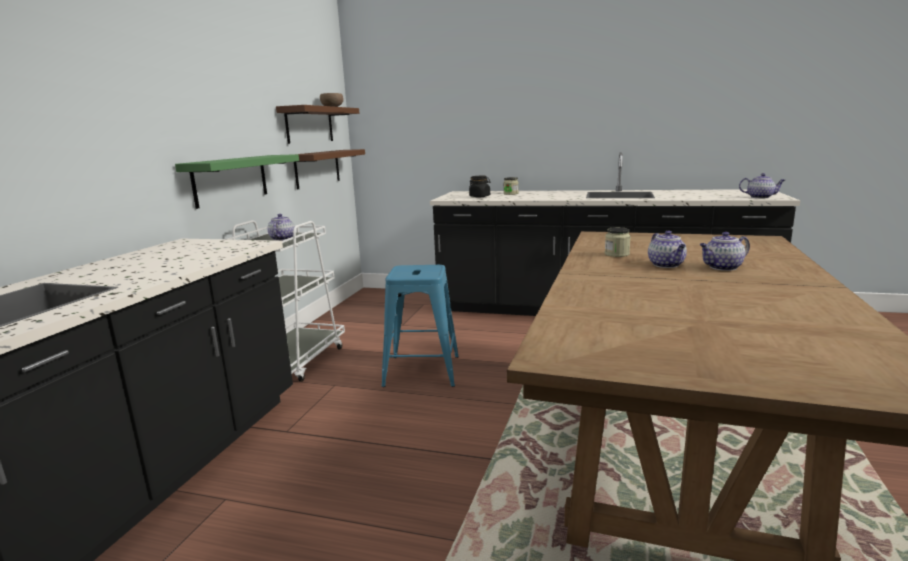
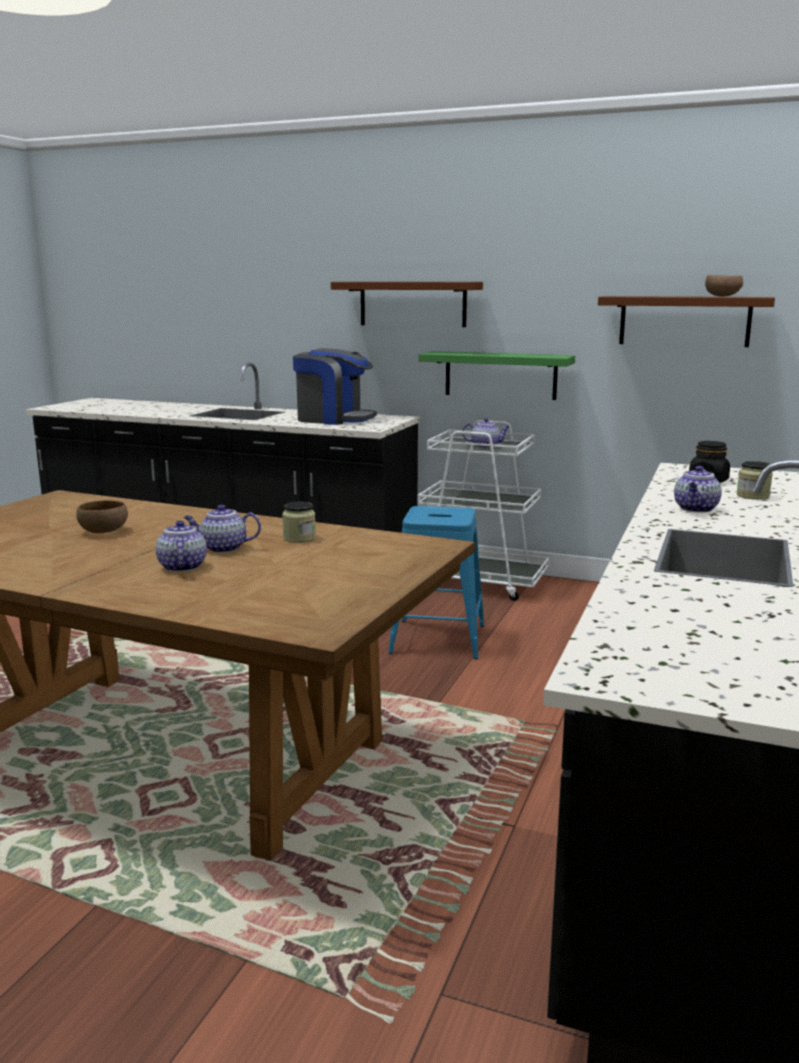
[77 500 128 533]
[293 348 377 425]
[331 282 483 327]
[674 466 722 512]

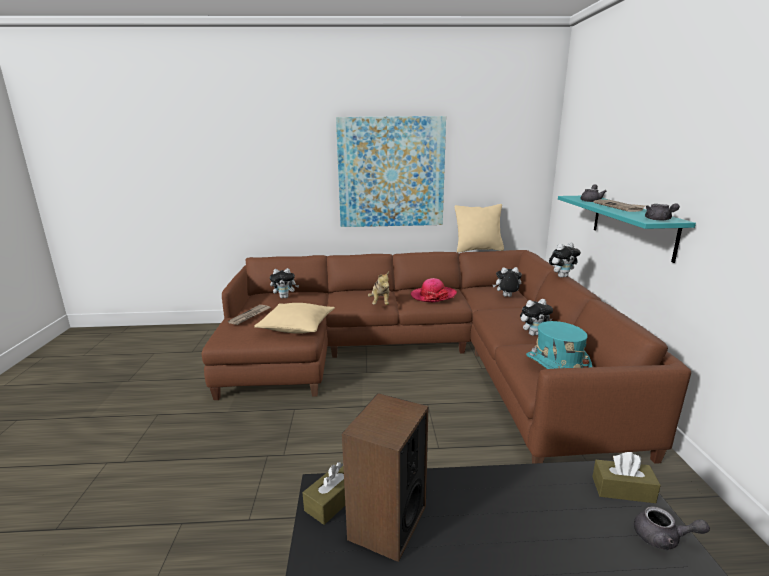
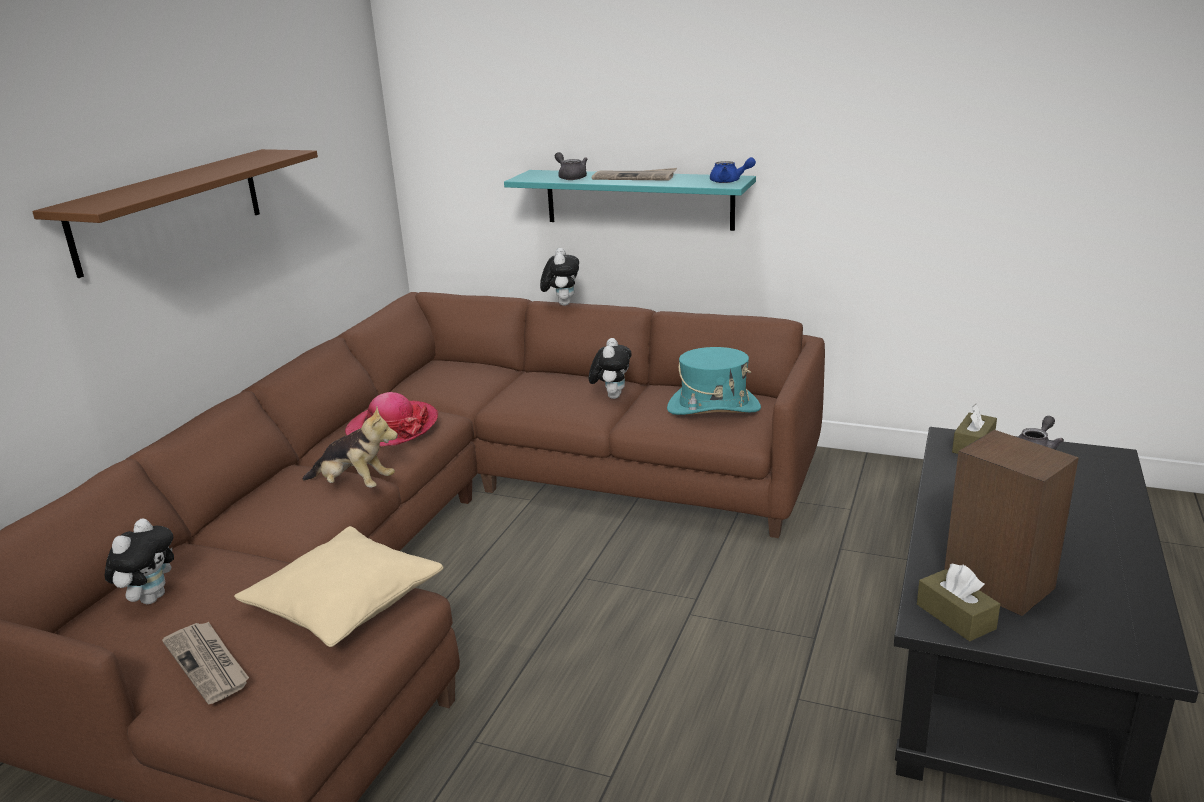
[32 149 318 278]
[710 157 756 183]
[454 204 504 252] (first image)
[493 267 522 297] (first image)

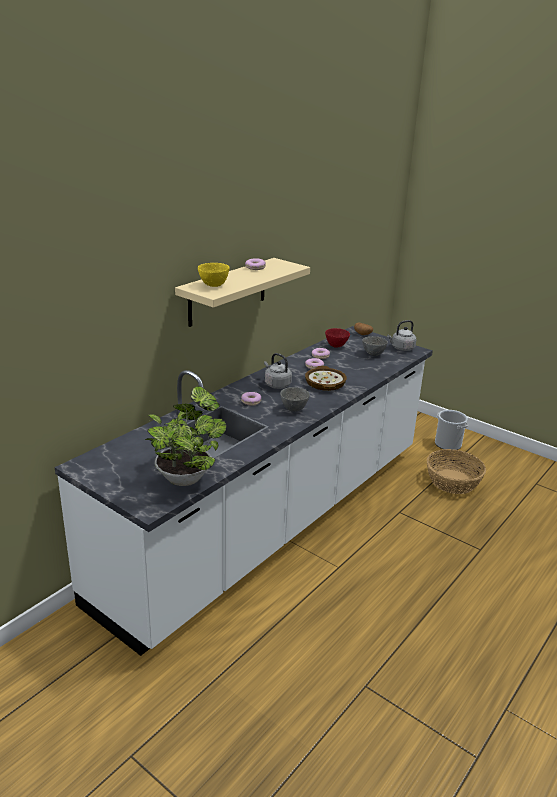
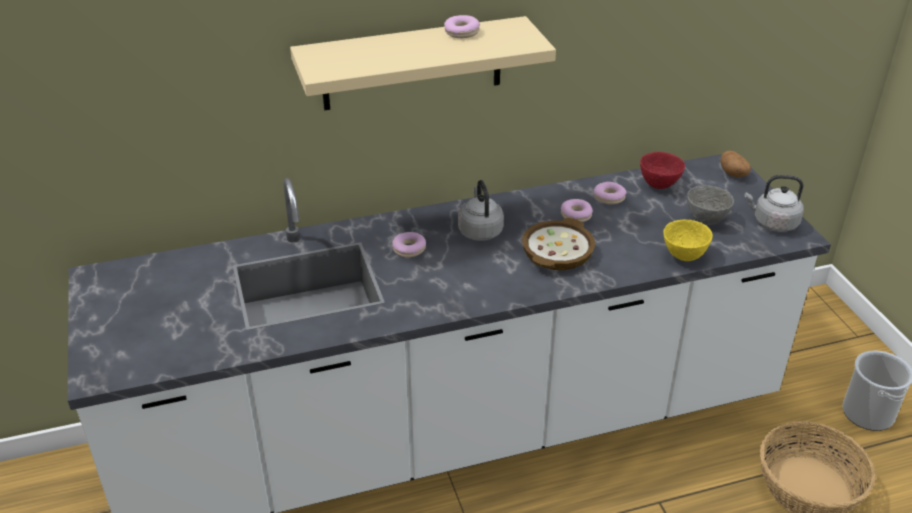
[664 219 713 261]
[145 386 226 486] (first image)
[280 387 310 412] (first image)

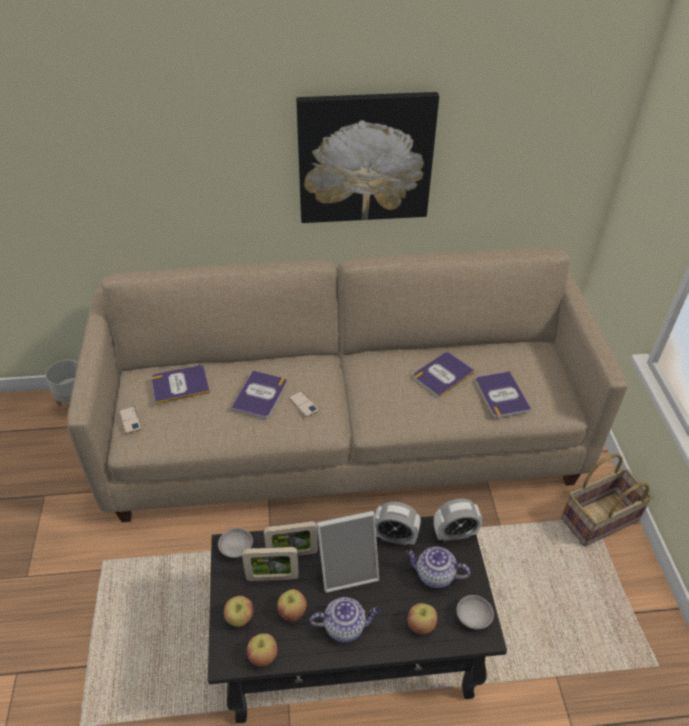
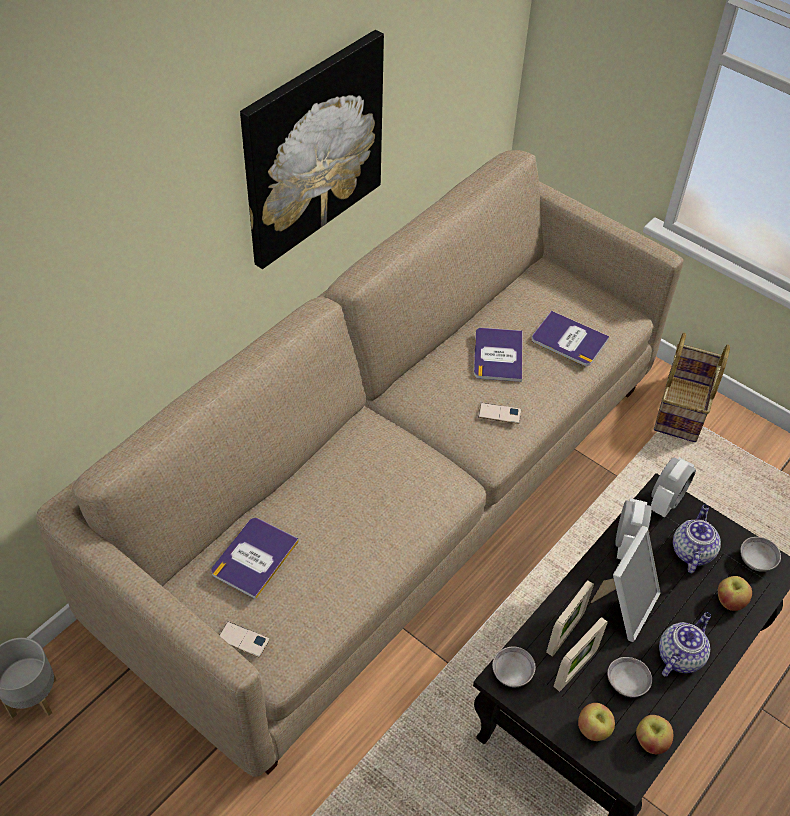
[478 403 521 424]
[607 657 652 698]
[615 498 652 560]
[673 504 721 573]
[231 370 287 419] (first image)

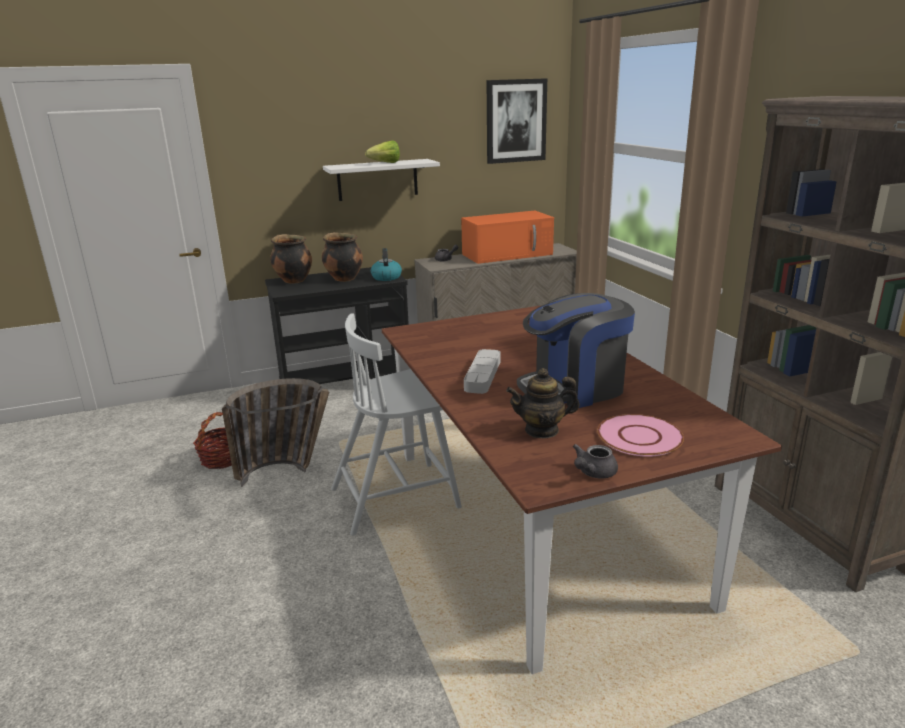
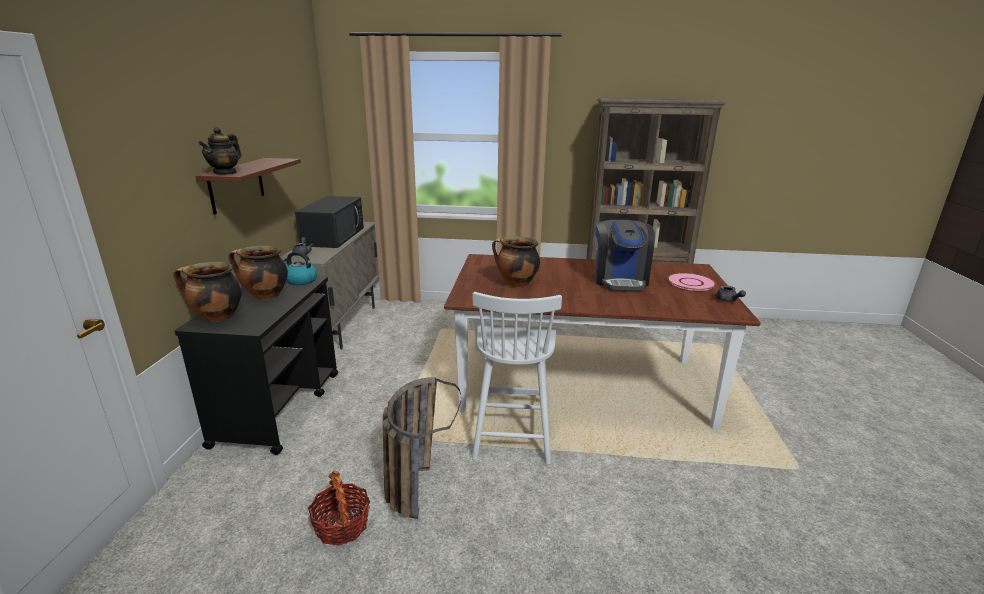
[195 158 301 215]
[198 127 241 175]
[295 196 364 248]
[492 236 540 287]
[365 140 400 163] (first image)
[464 349 500 394] (first image)
[487 78 547 164] (first image)

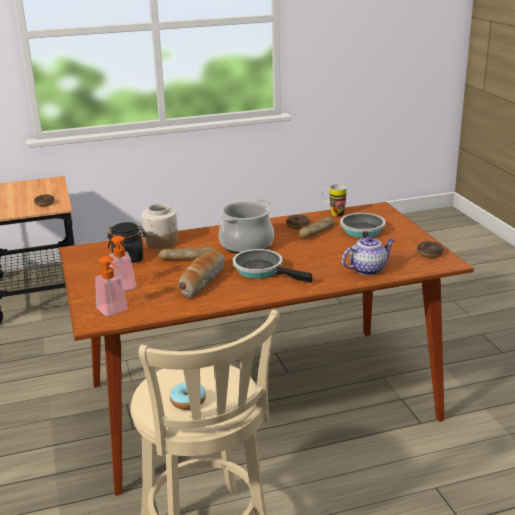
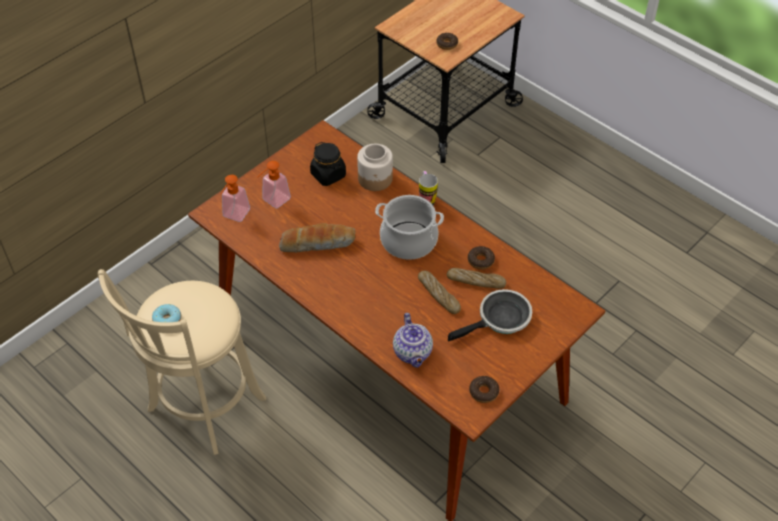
[393 313 433 368]
[418 271 461 314]
[419 171 438 205]
[233 249 312 283] (first image)

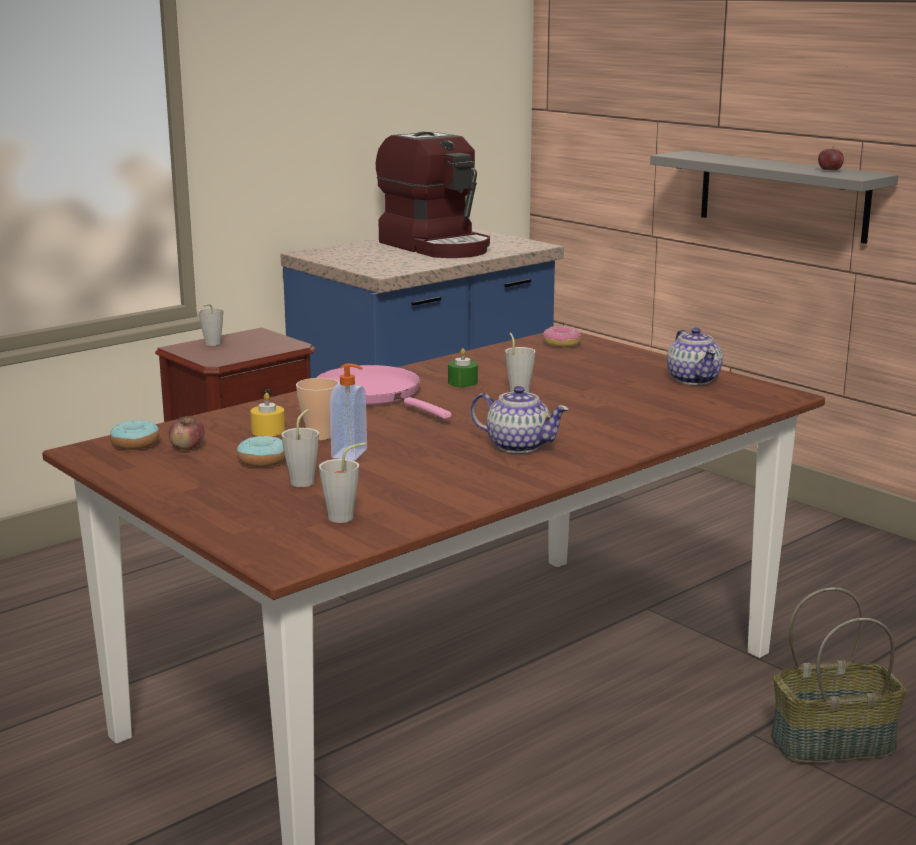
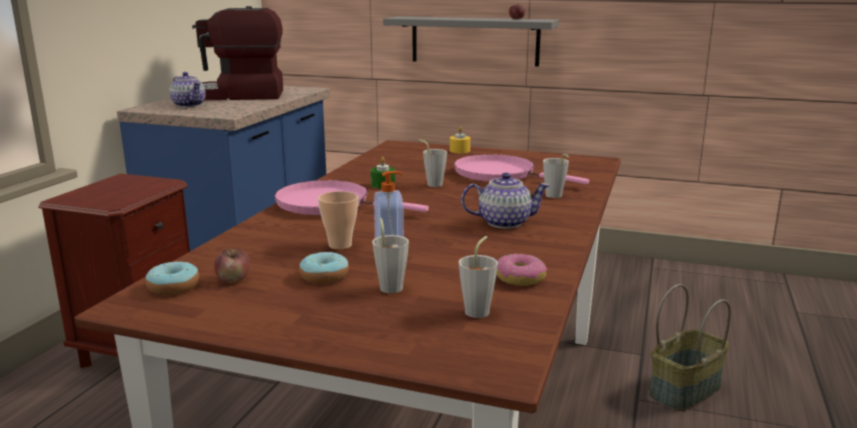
[169 72 206 107]
[192 6 283 100]
[450 127 470 153]
[454 154 589 184]
[497 254 547 286]
[543 154 569 198]

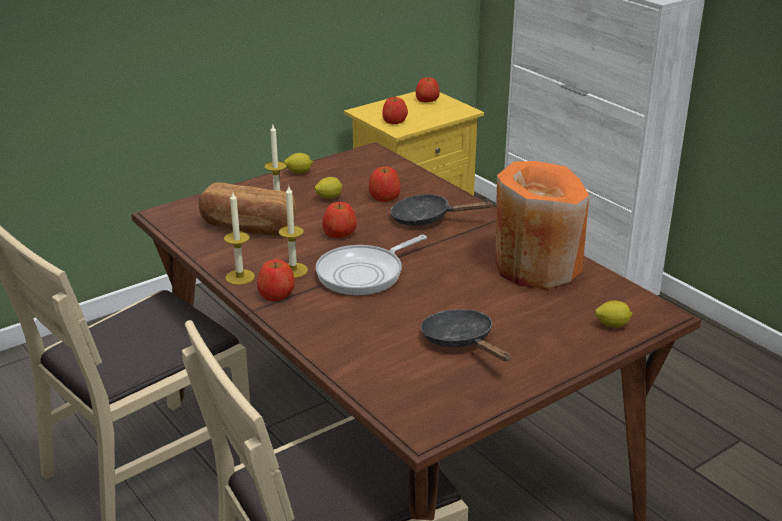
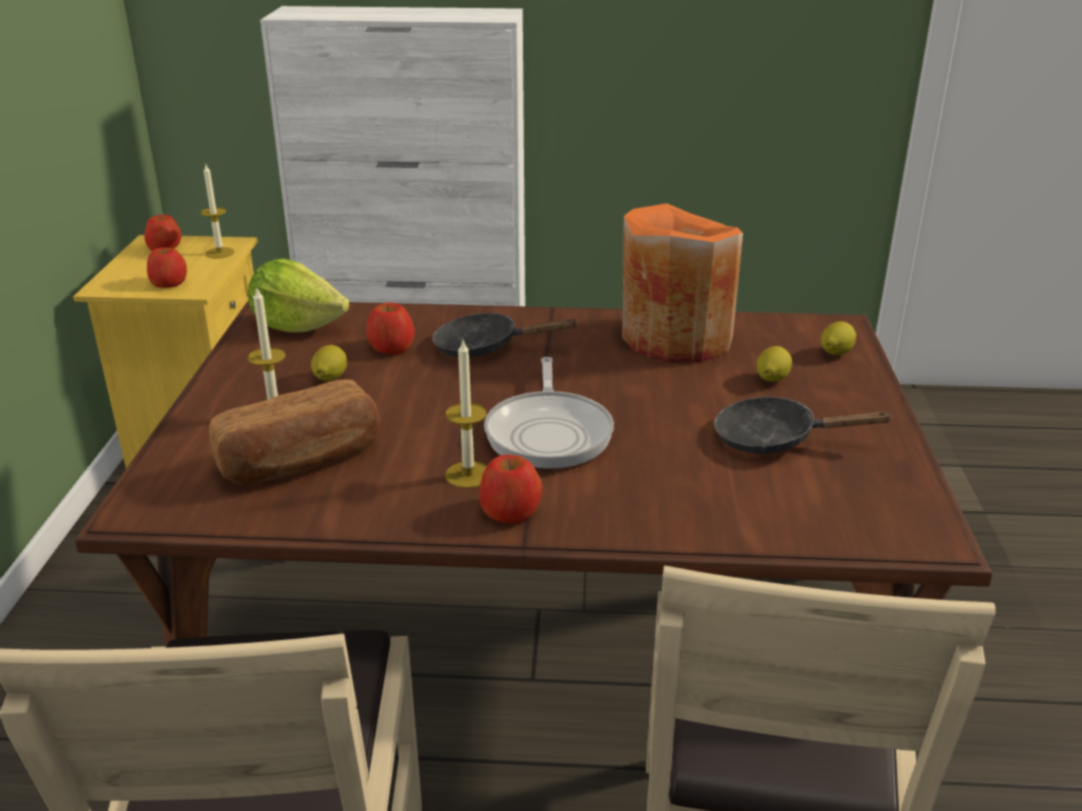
[201 165 234 258]
[248 258 349 333]
[432 313 578 357]
[756 346 792 382]
[323 202 357 238] (first image)

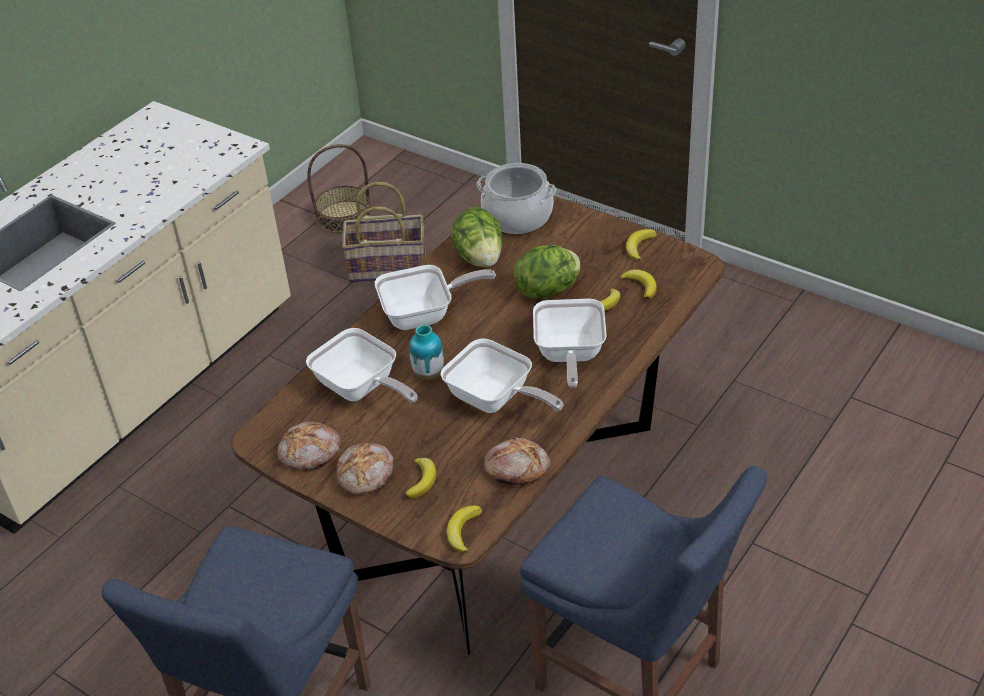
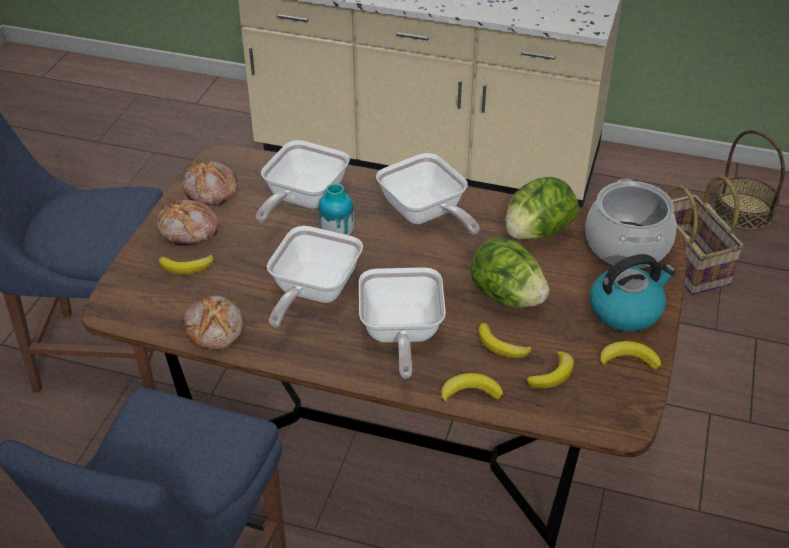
[359 267 446 379]
[441 373 503 403]
[590 254 676 332]

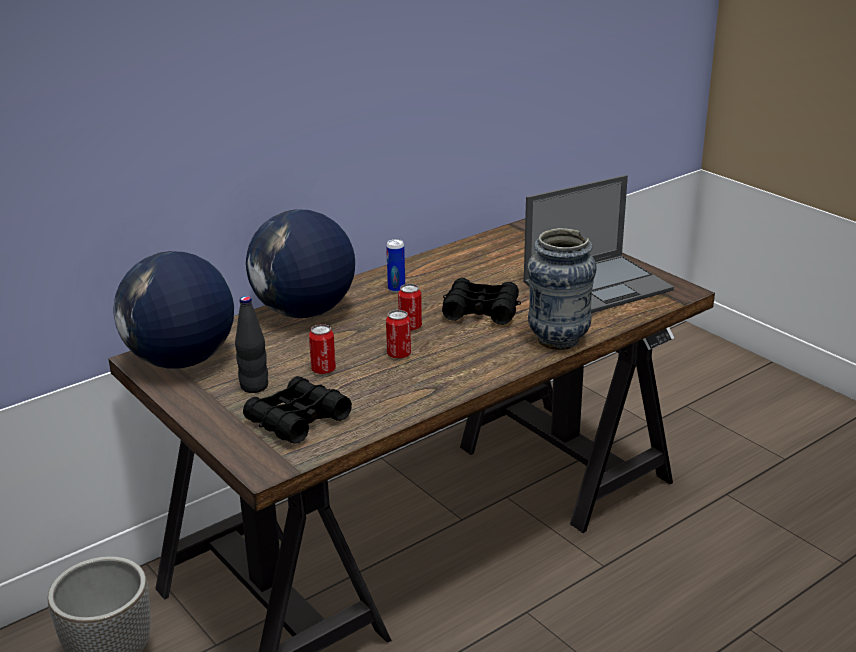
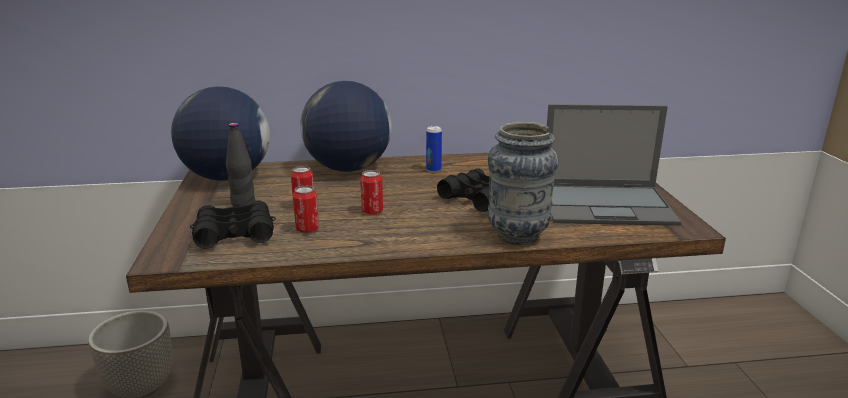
[293 186 319 233]

